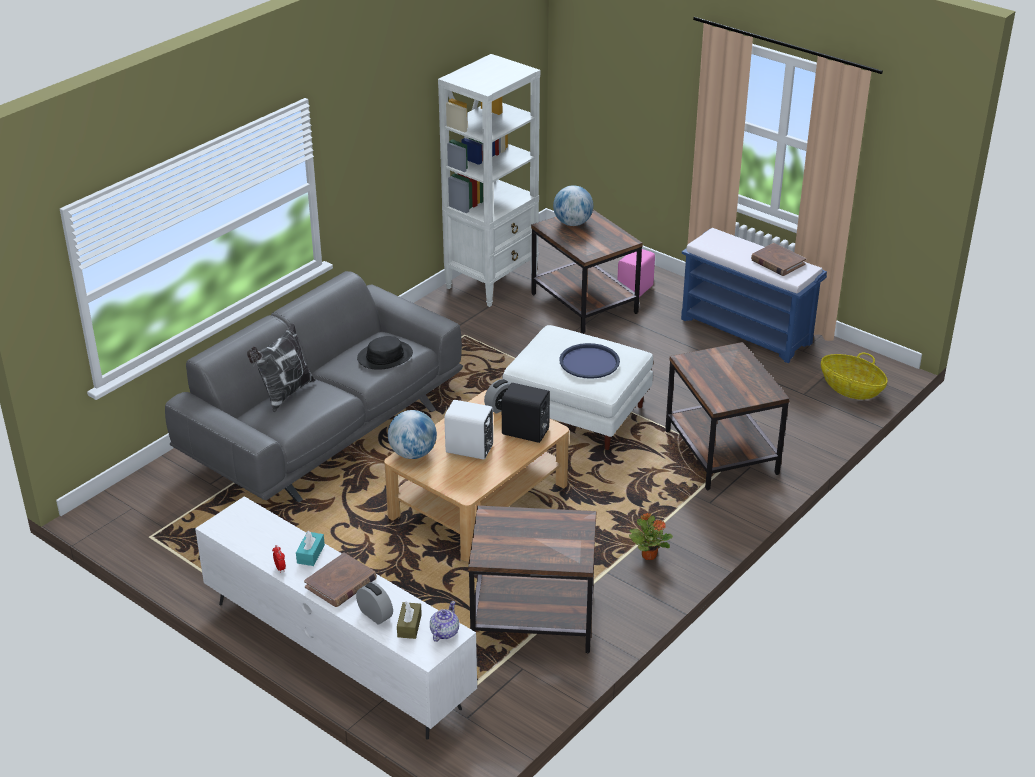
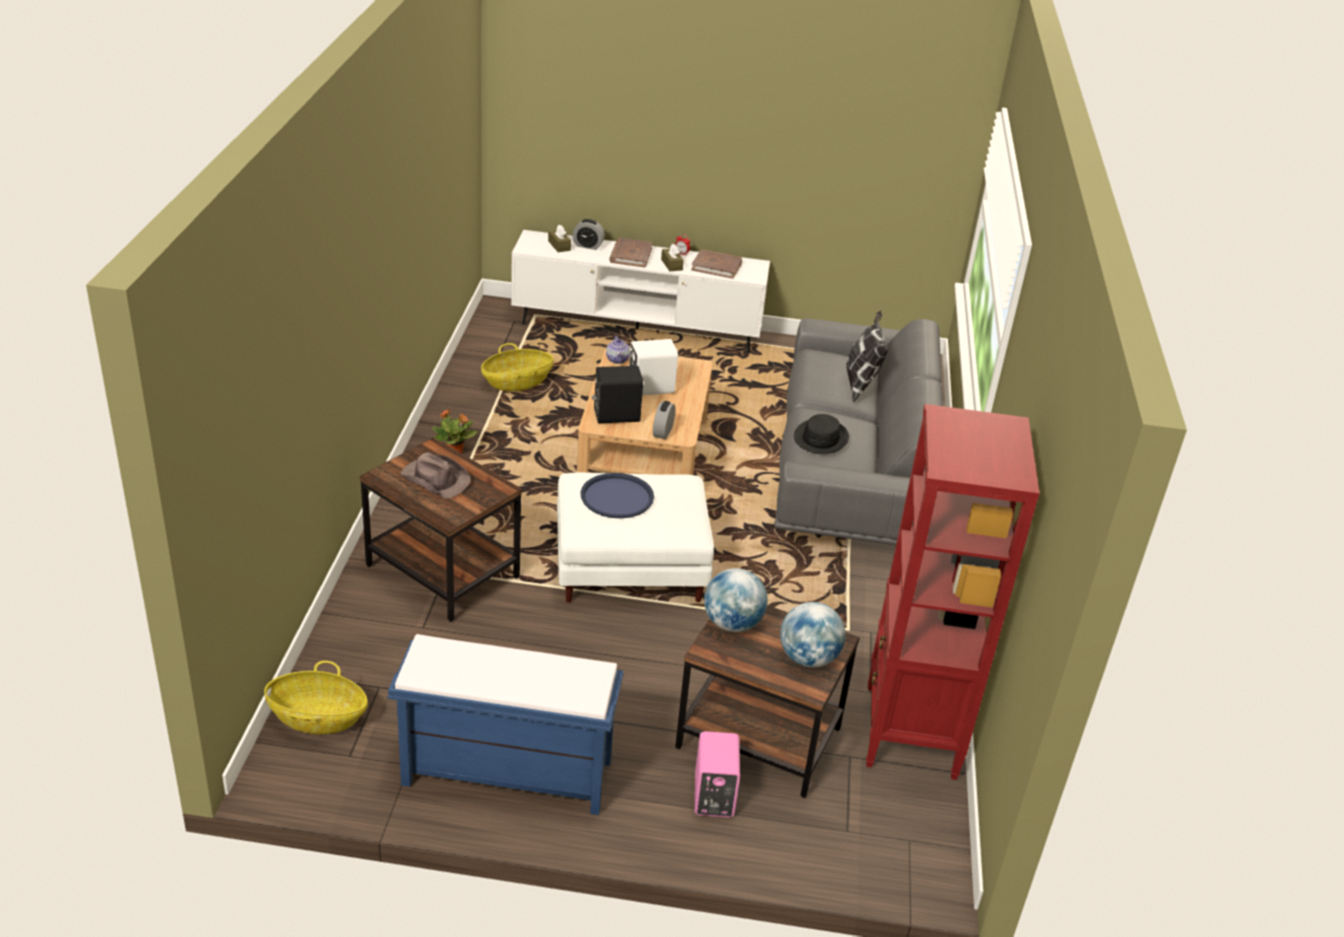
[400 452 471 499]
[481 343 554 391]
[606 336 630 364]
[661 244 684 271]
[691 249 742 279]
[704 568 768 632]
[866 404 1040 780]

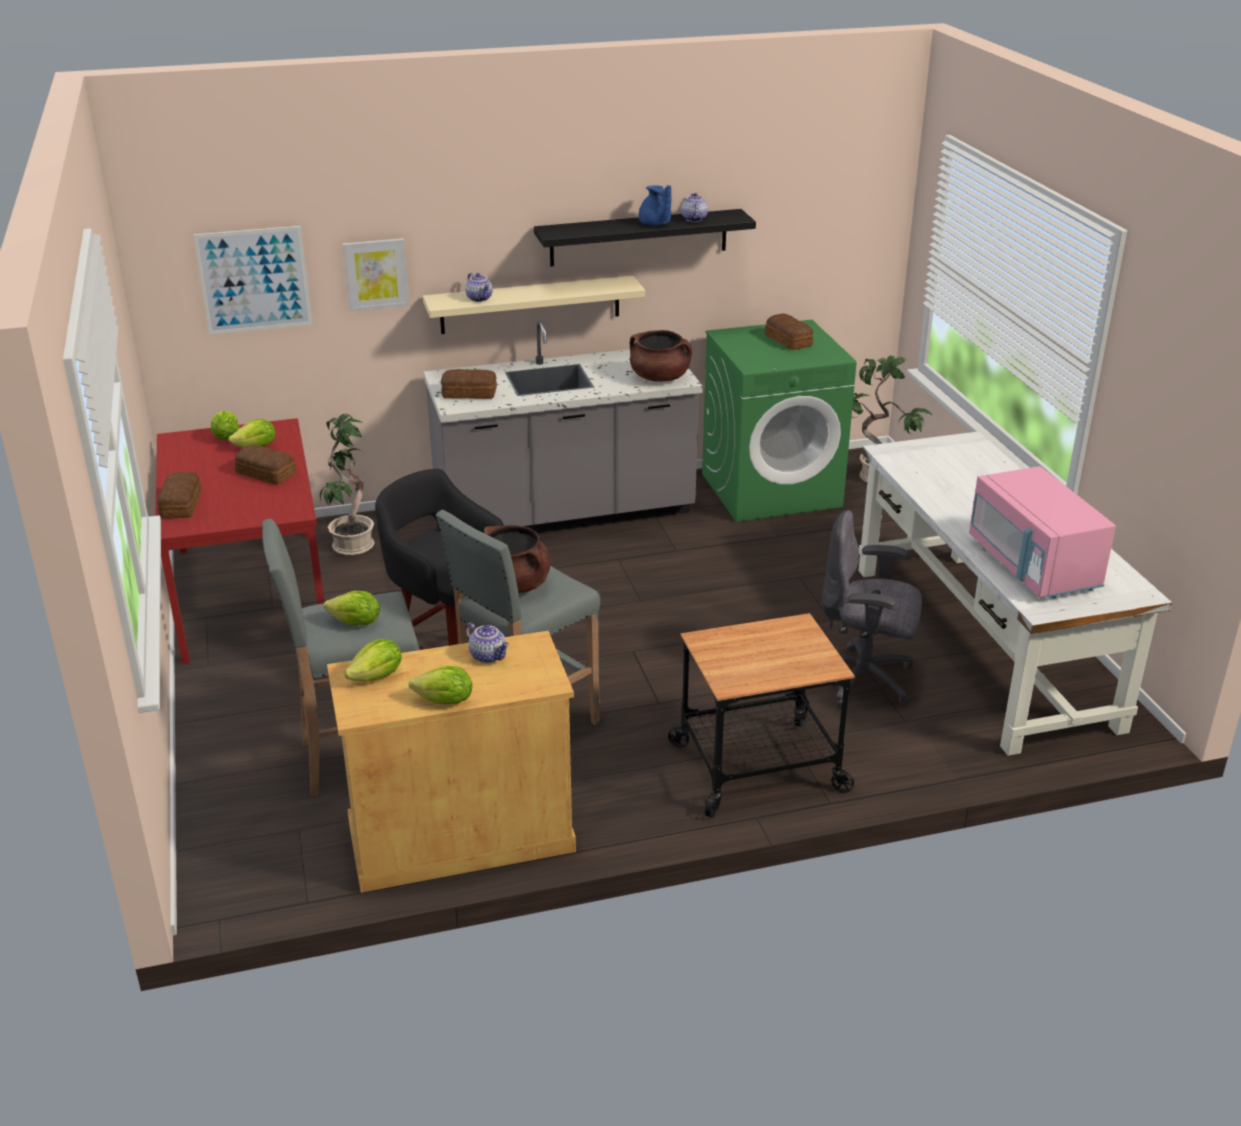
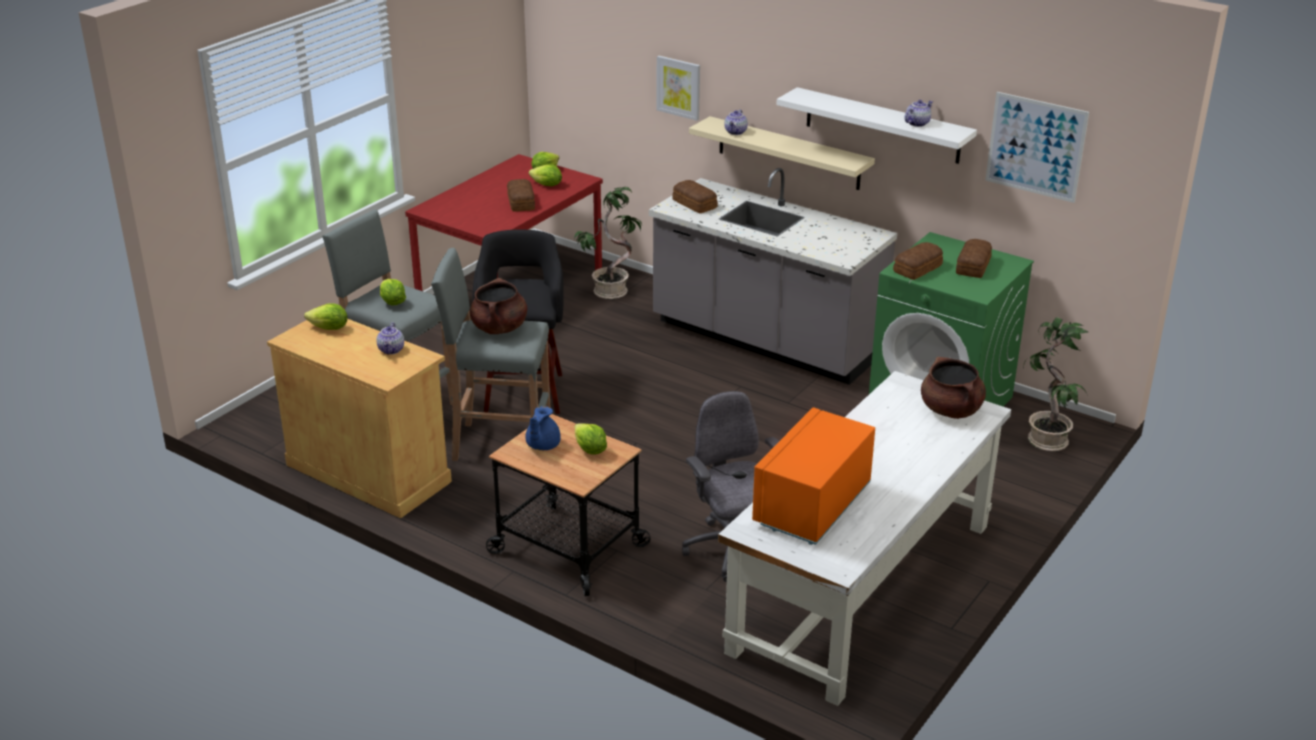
[526 406 561 450]
[575 423 607 455]
[752 407 875 545]
[776 87 977 164]
[893 242 943 280]
[921 357 986 419]
[985 92 1089 203]

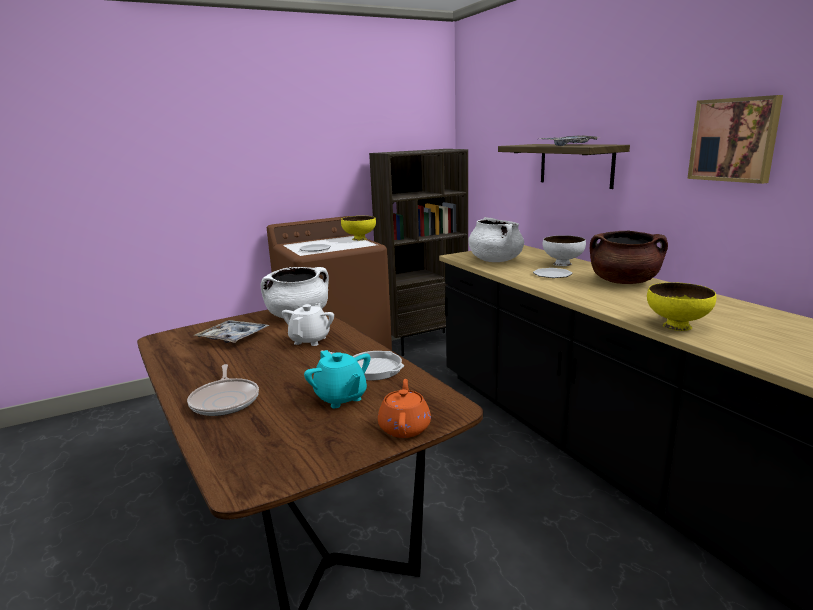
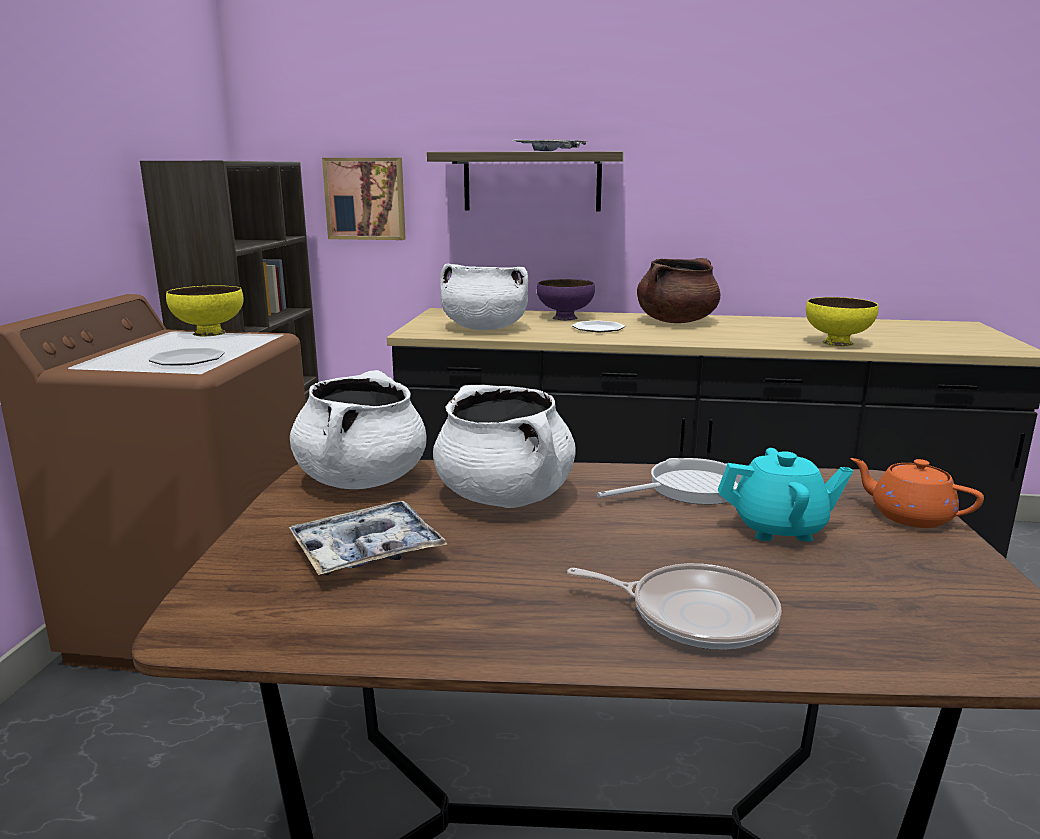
[322 158 406 240]
[433 385 576 508]
[537 279 595 320]

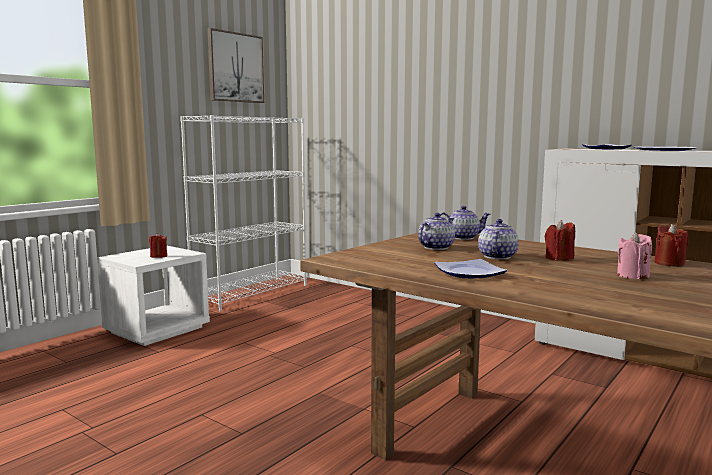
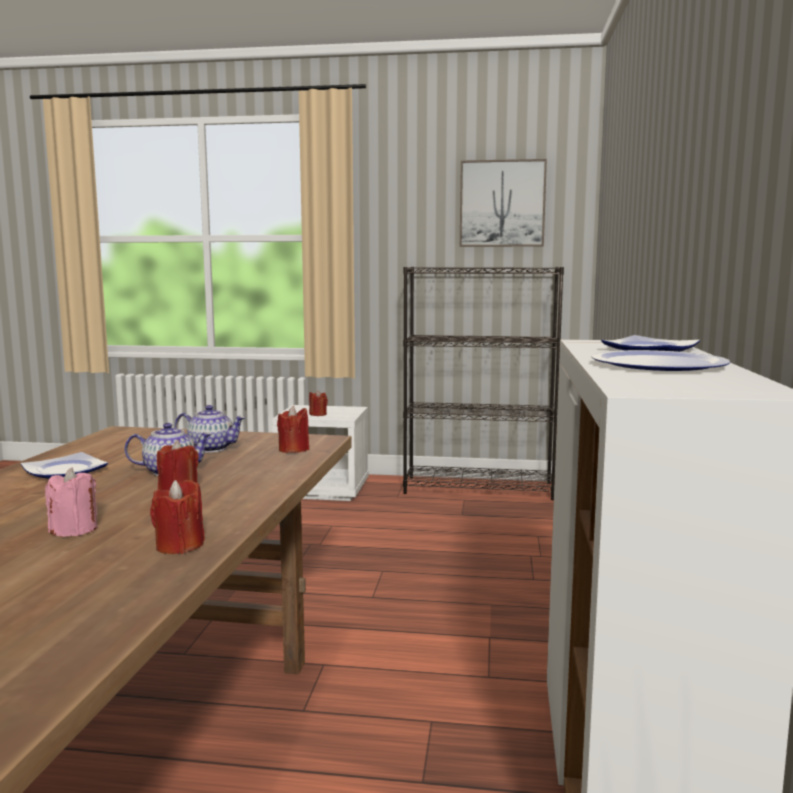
[277 406 309 453]
[403 267 564 500]

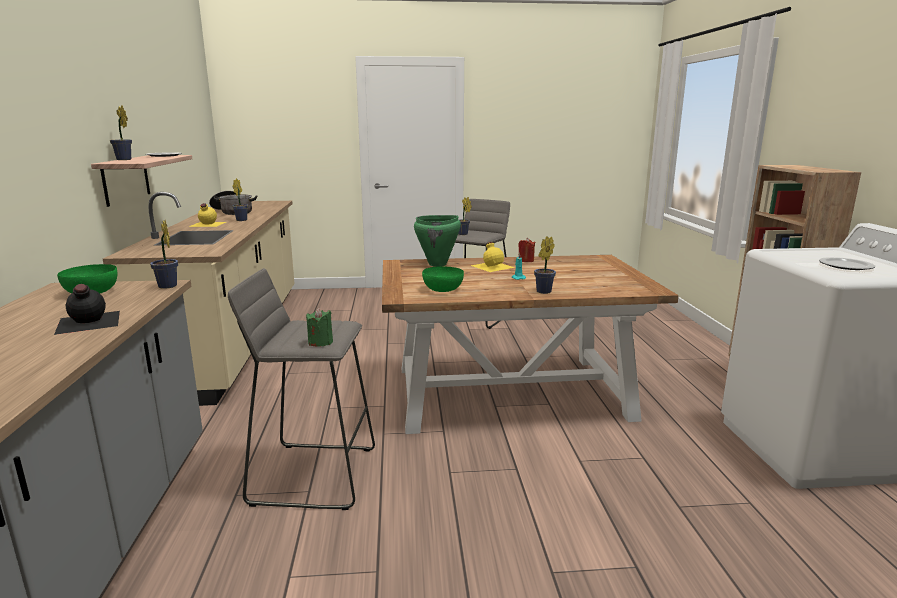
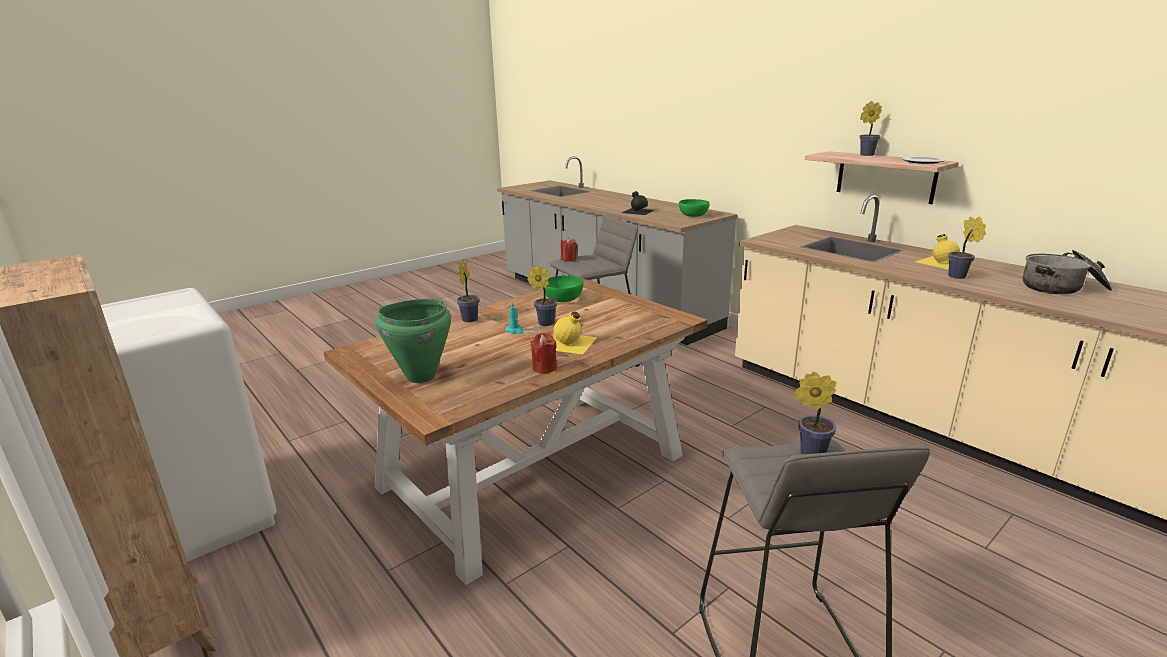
[376 299 451 383]
[527 264 557 326]
[561 238 578 262]
[819 257 875 270] (first image)

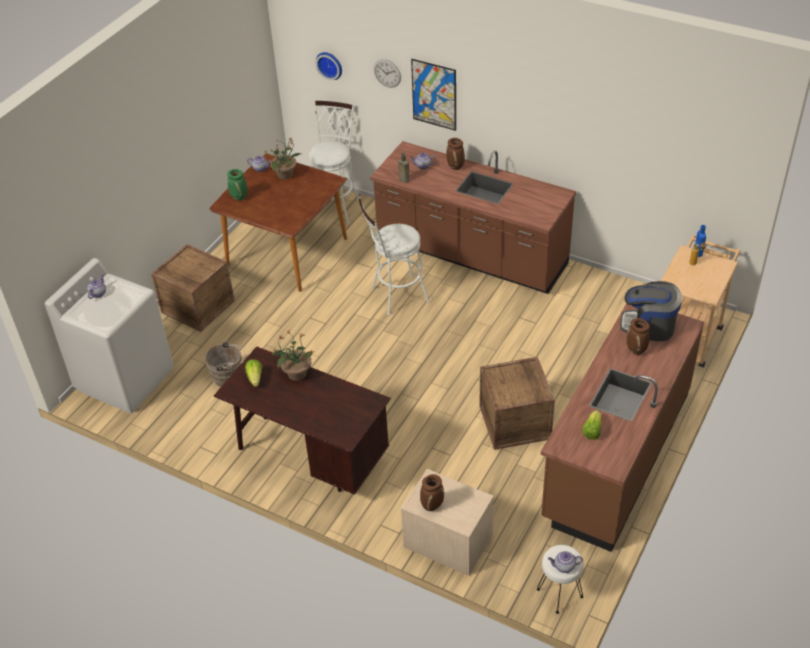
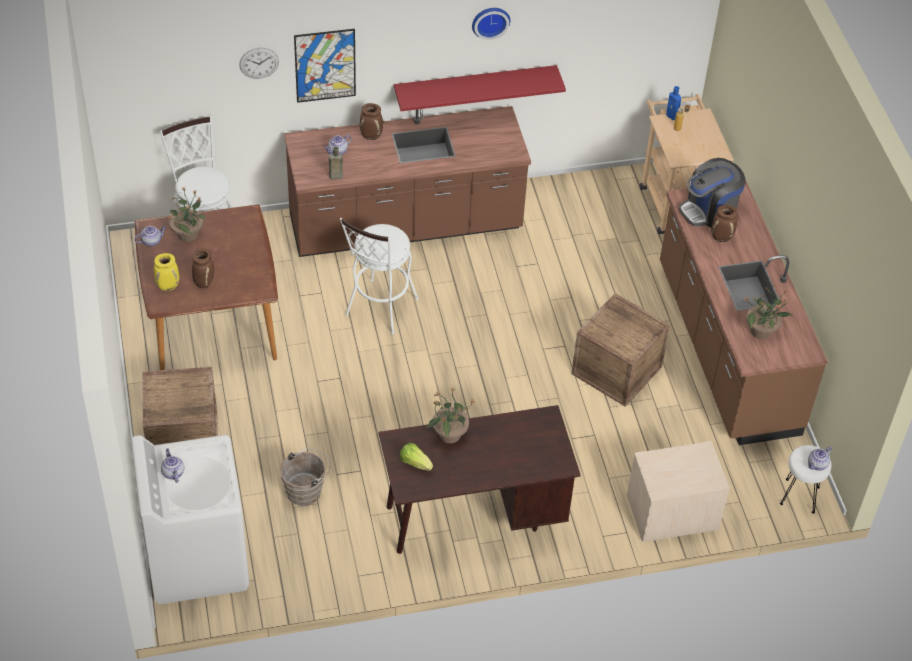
[154 253 179 291]
[192 248 214 288]
[394 65 566 111]
[472 8 510 40]
[743 288 793 339]

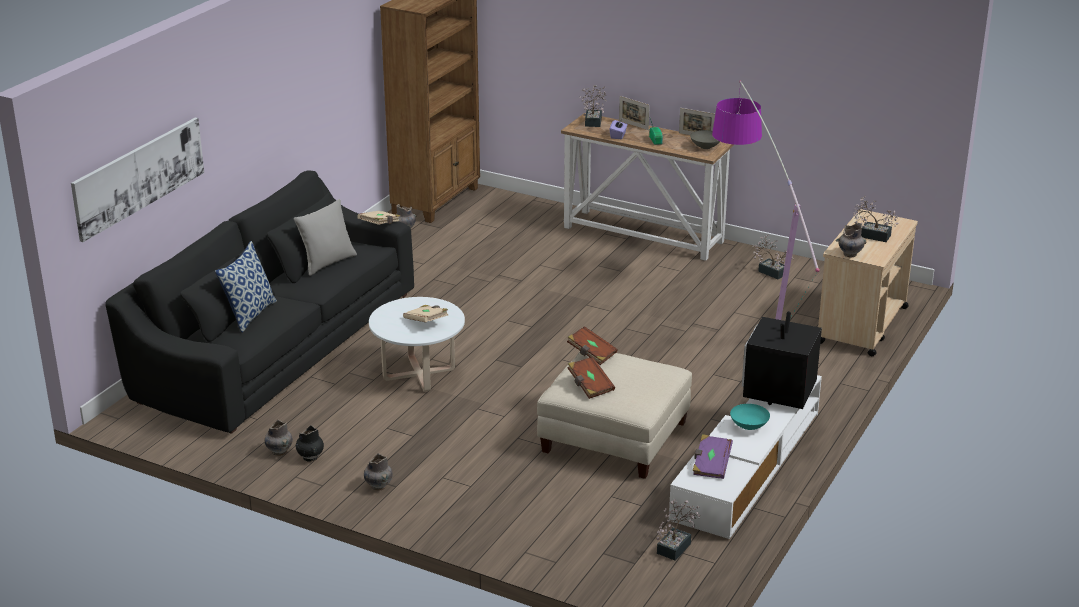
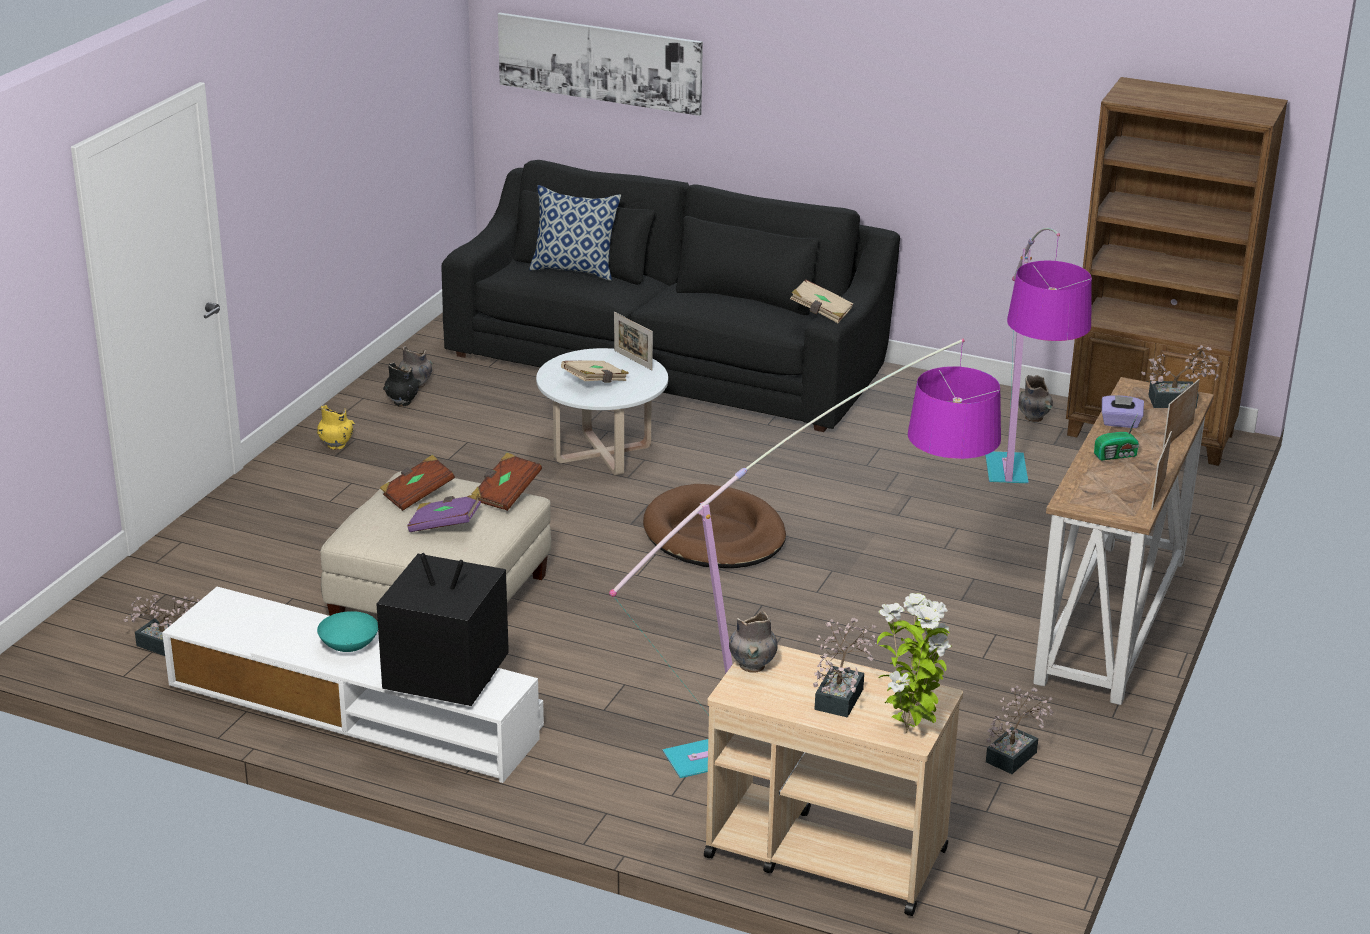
[317 405 355 450]
[407 494 481 532]
[614 312 653 370]
[643 484 786 568]
[877 593 952 733]
[985 228 1092 483]
[294 199 357 276] (first image)
[690 130 720 149] (first image)

